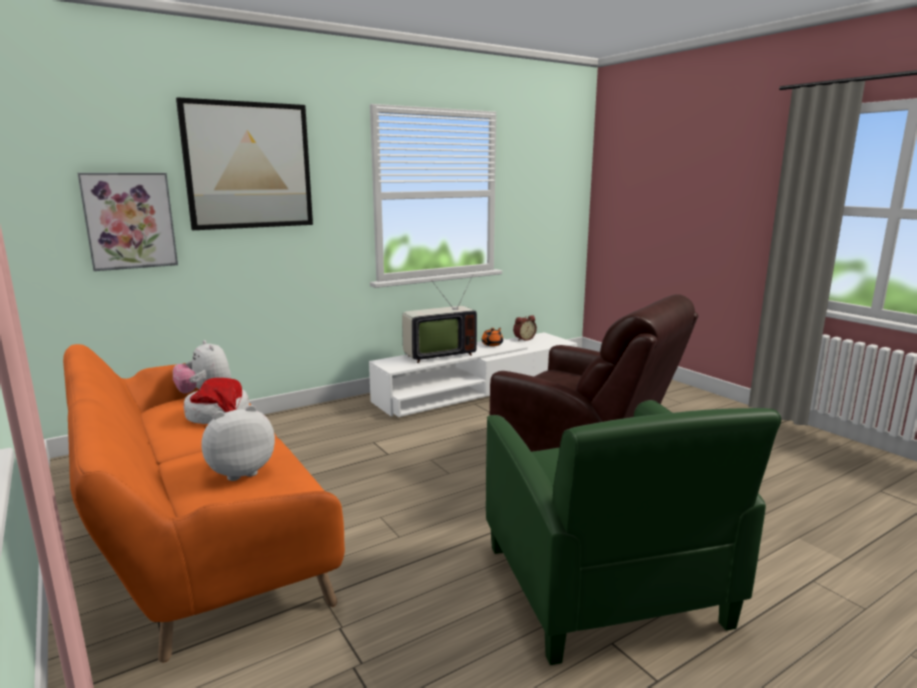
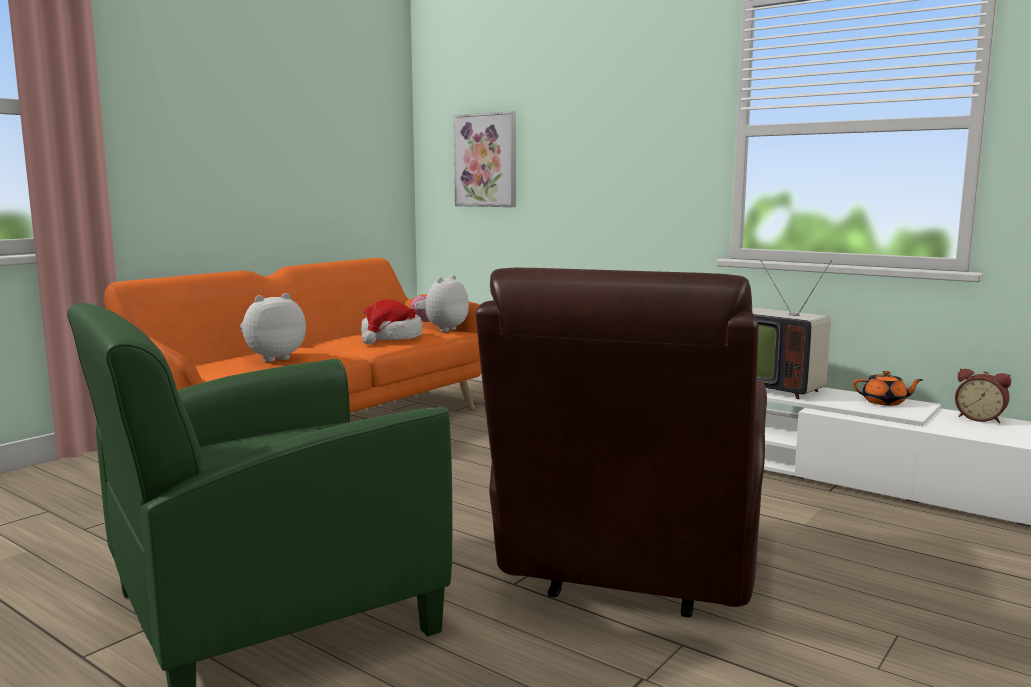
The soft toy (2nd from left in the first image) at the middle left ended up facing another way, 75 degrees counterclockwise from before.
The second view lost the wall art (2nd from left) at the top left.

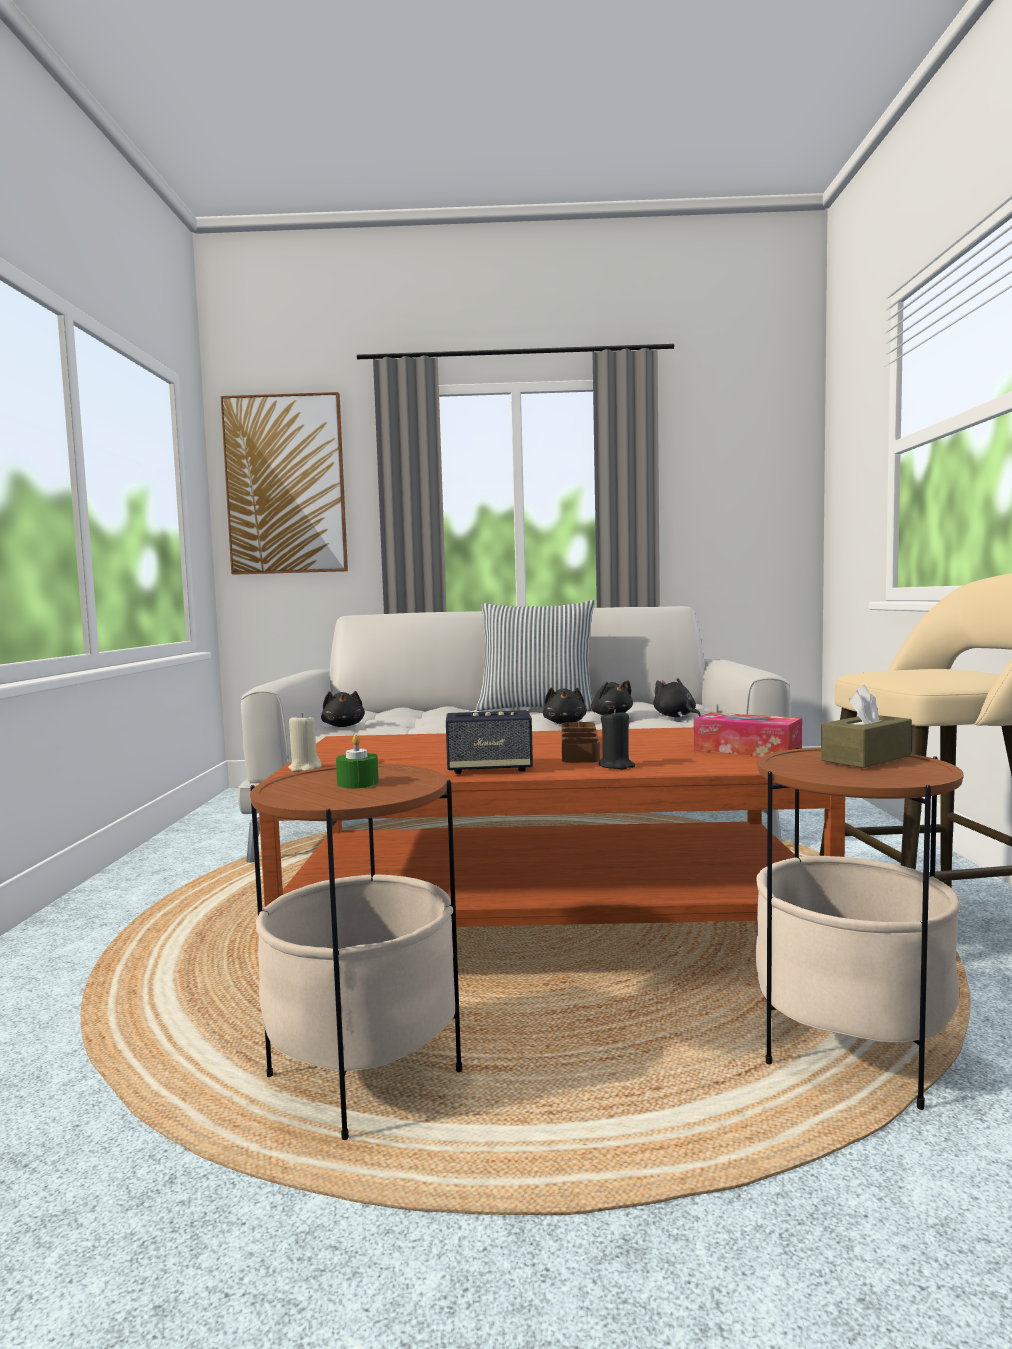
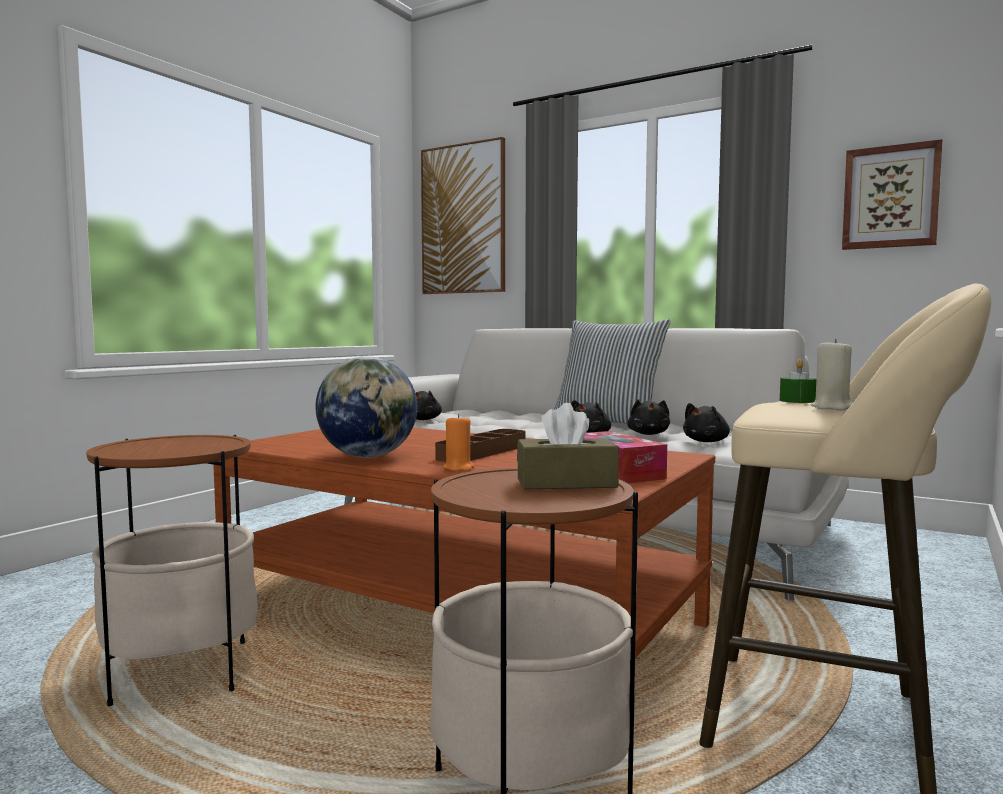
Where the speaker stood at the centre, the world globe came to stand at the centre.
What was the black wax candle at the centre turned into the orange wax candle at the centre.
The black soft toy (4th from left) at the middle right ended up facing another way, 135 degrees counterclockwise from before.
The greenish wax candle ended up elsewhere, having gone from the centre to the middle right.
The beige wax candle ended up elsewhere, having gone from the middle left to the middle right.
The second view gained the wall art (2nd from left) at the top right.

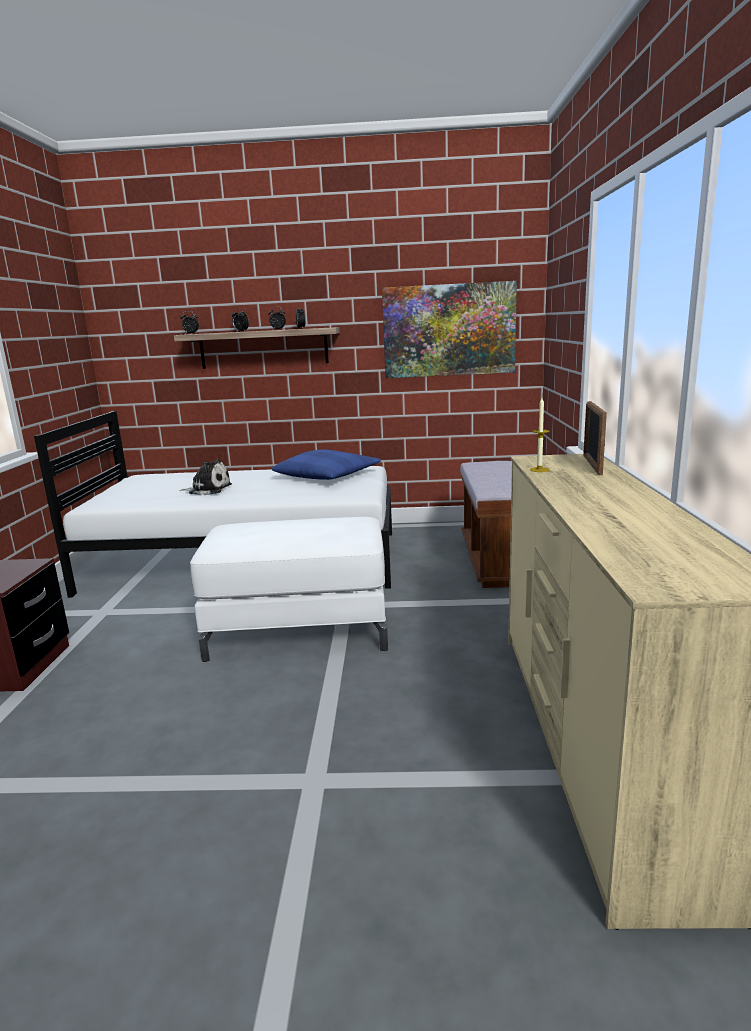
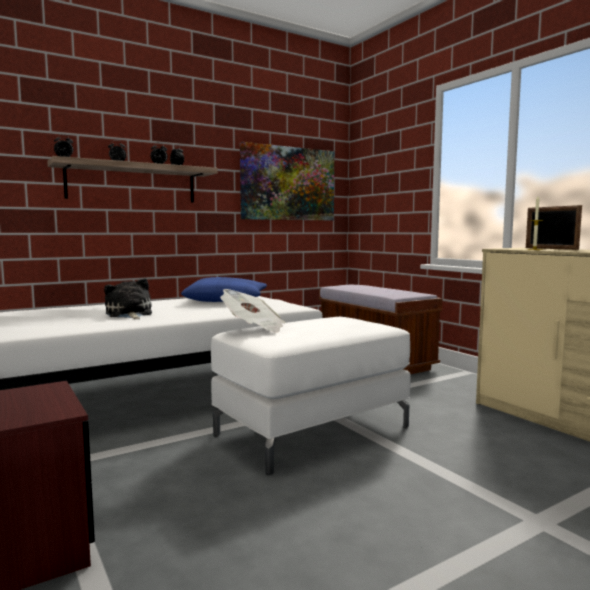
The soft toy at the middle left ended up facing another way, 90 degrees counterclockwise from before.
The second view gained the newspaper at the centre.

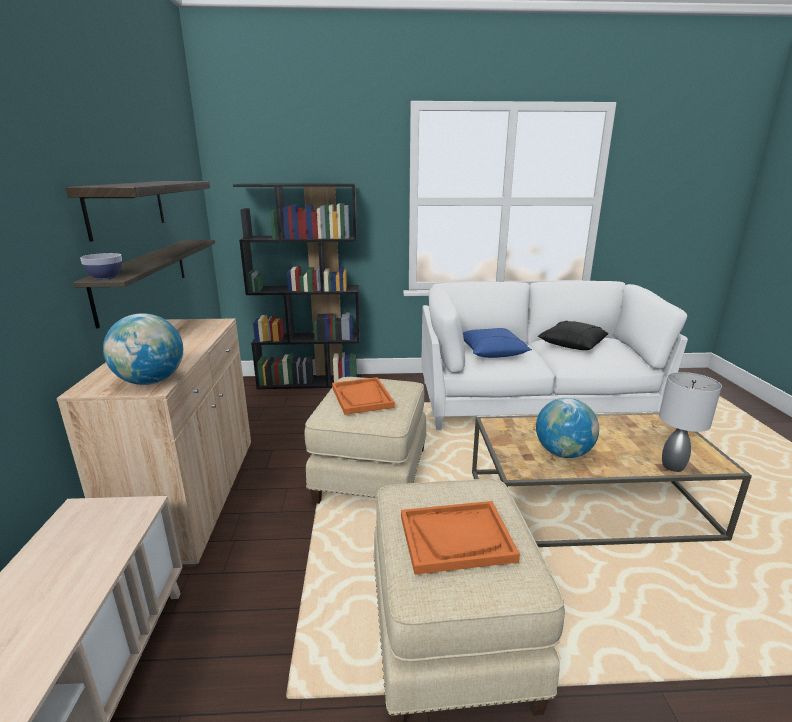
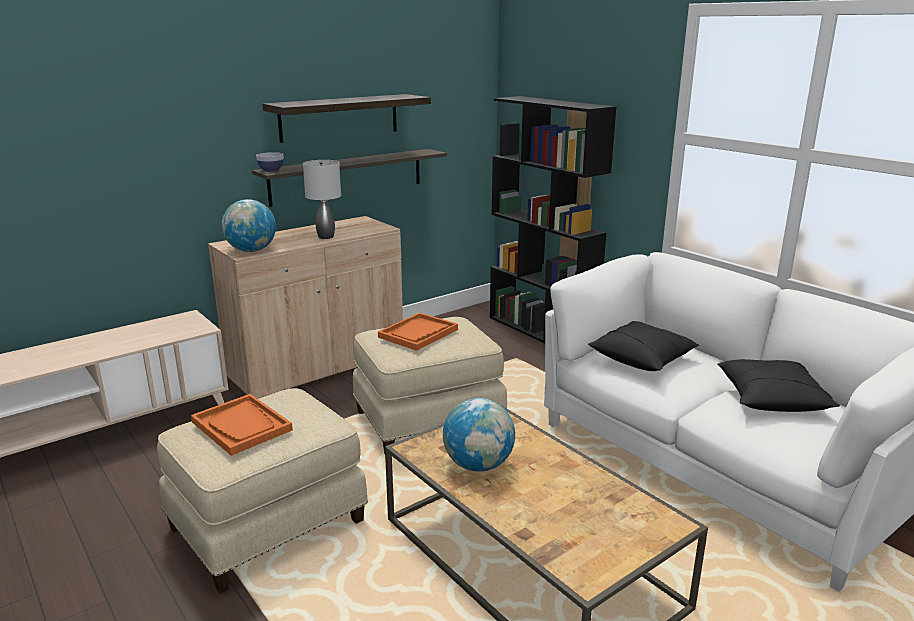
The grey lamp for a table ended up elsewhere, having gone from the middle right to the top centre.
What was the bluish pillow at the centre turned into the black pillow (1st from left) at the middle right.

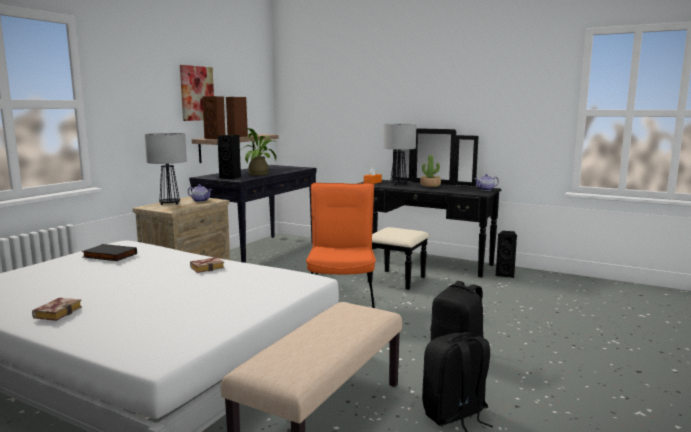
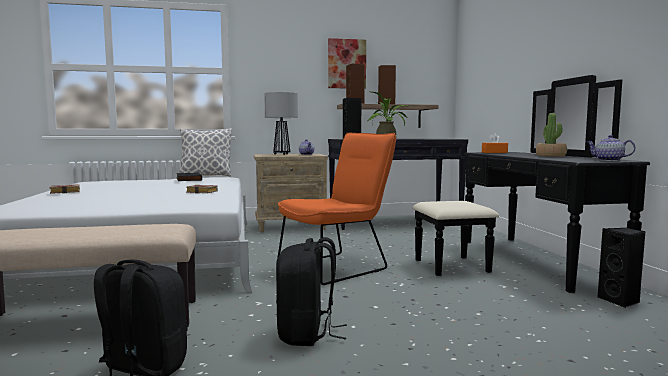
The second view gained the pillow at the middle left.
The second view lost the lamp for a table (2nd from left) at the centre.

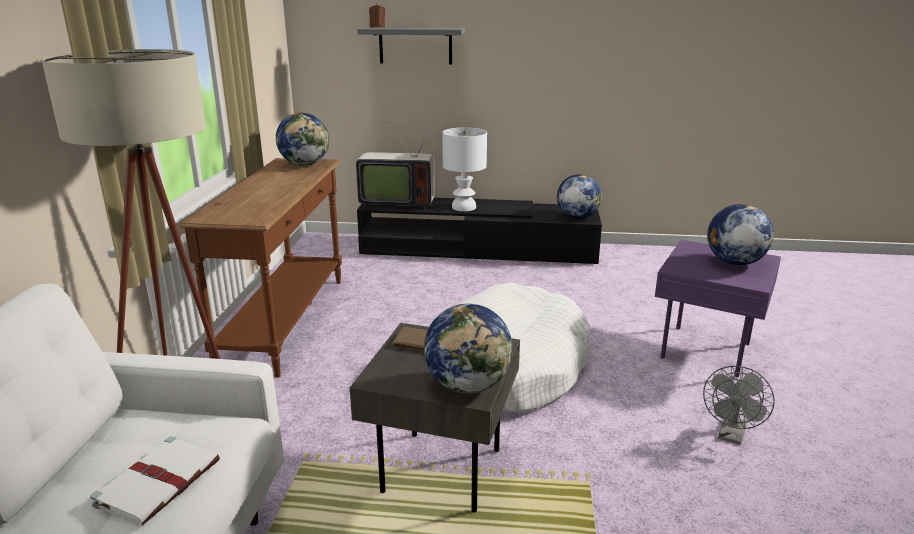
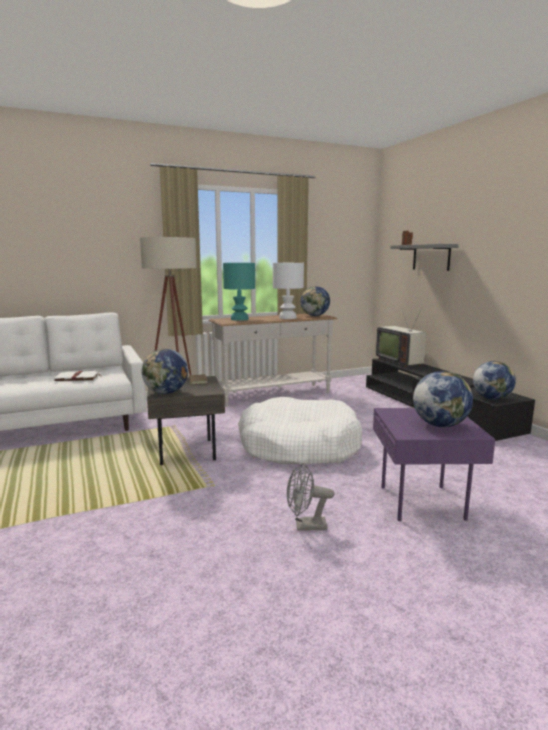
What was the brownish hall table at the middle left turned into the white hall table at the centre.
The second view gained the turquoise-coloured lamp for a table at the centre.
The white lamp for a table ended up elsewhere, having gone from the top centre to the centre.

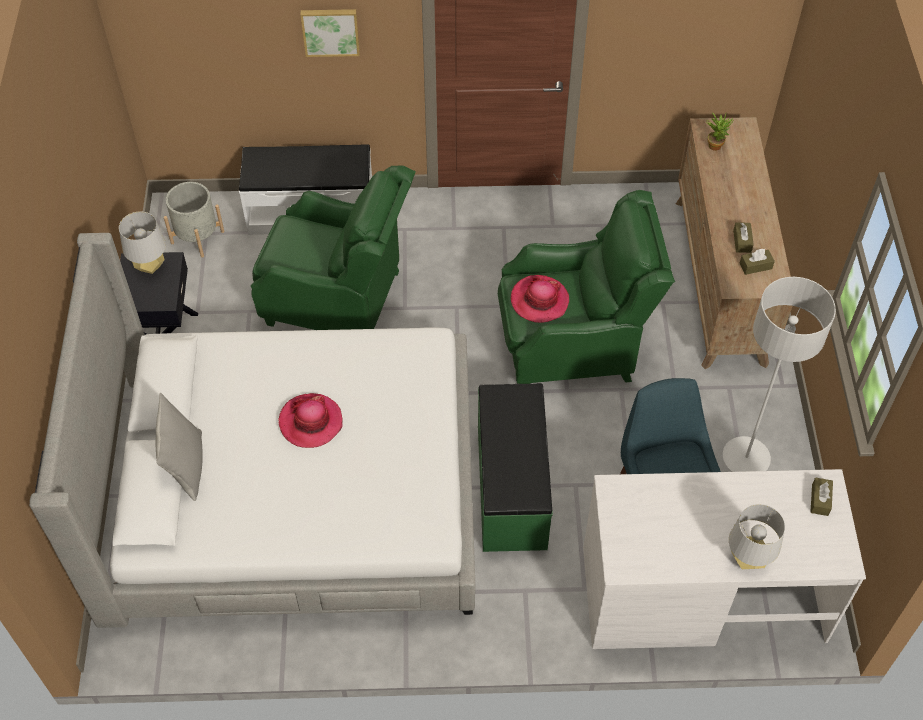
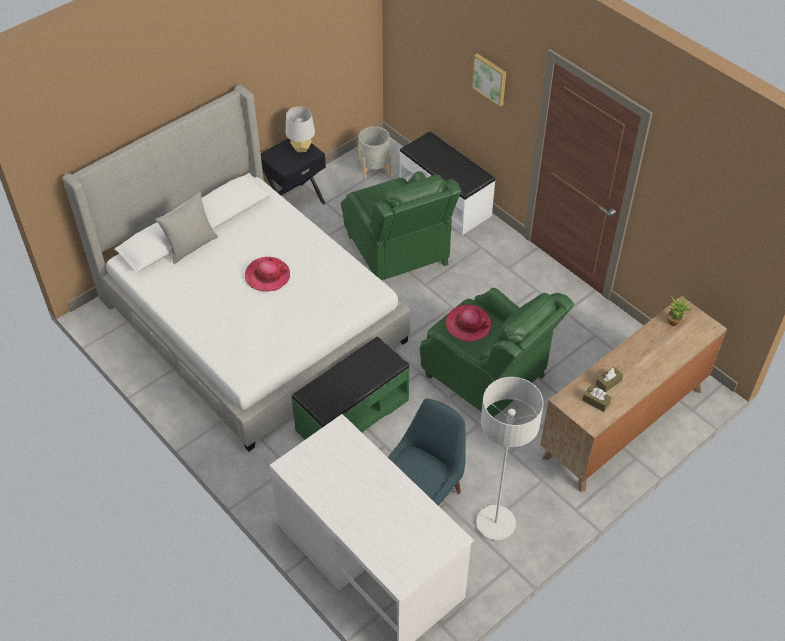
The second view lost the grey lamp for a table (2nd from left) at the bottom right.
The second view lost the brownish box of tissues (3rd from left) at the bottom right.

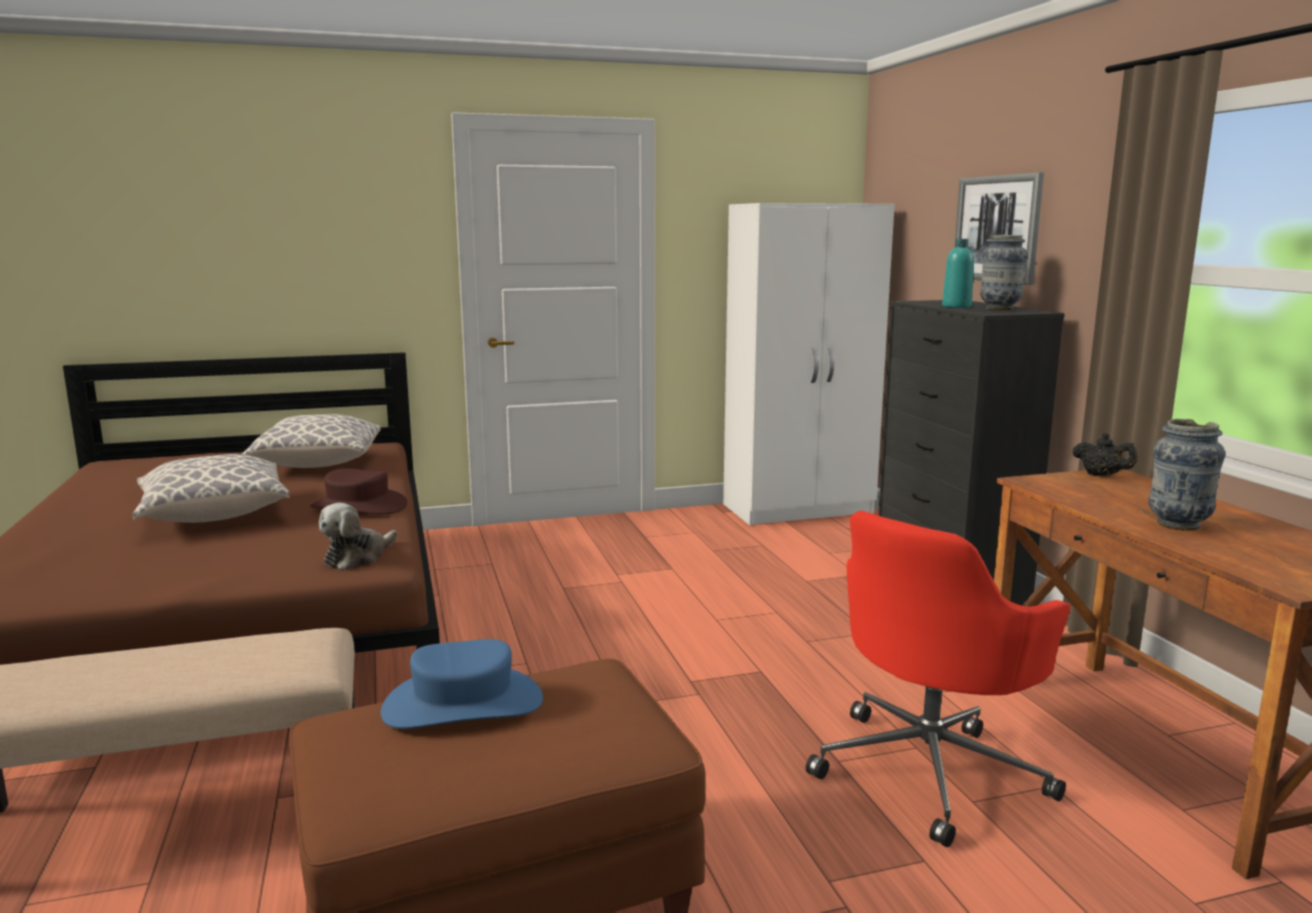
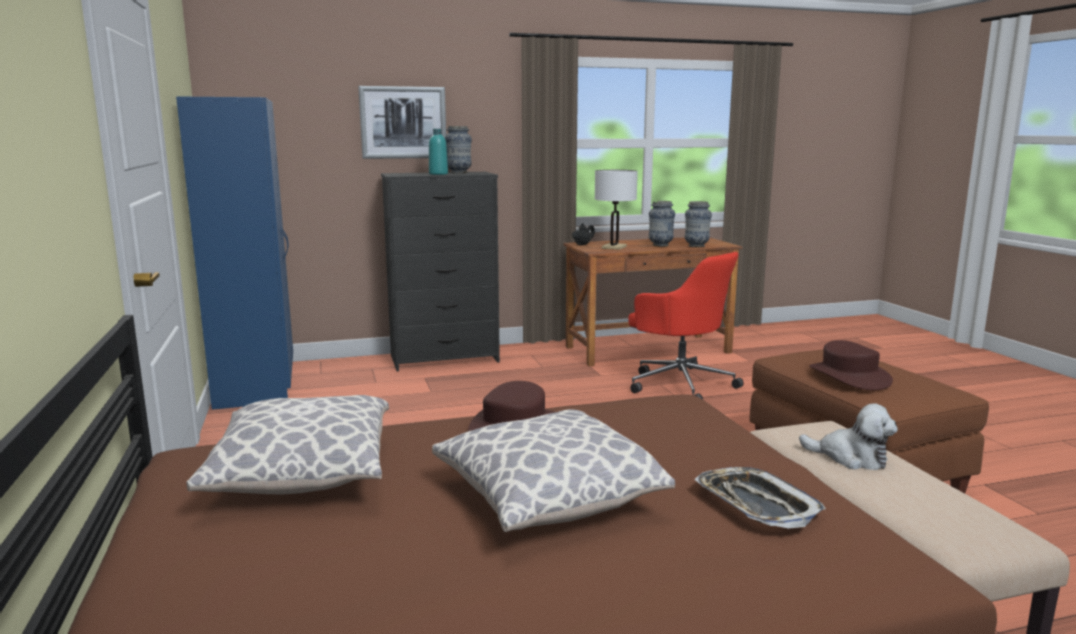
What was the white armoire at the centre turned into the bluish armoire at the middle left.
The second view gained the white lamp for a table at the top centre.
The second view gained the decorative vase (3rd from left) at the centre.
The second view gained the tray at the bottom right.
The soft toy ended up elsewhere, having gone from the middle left to the bottom right.
What was the bluish wearable hat at the bottom centre turned into the brownish wearable hat (2nd from left) at the middle right.

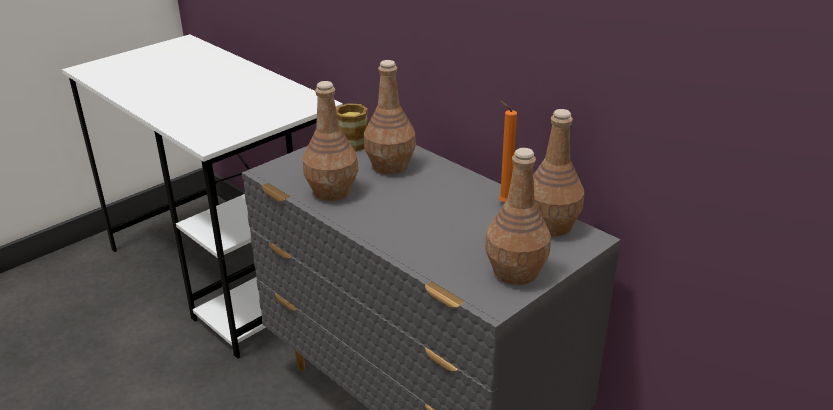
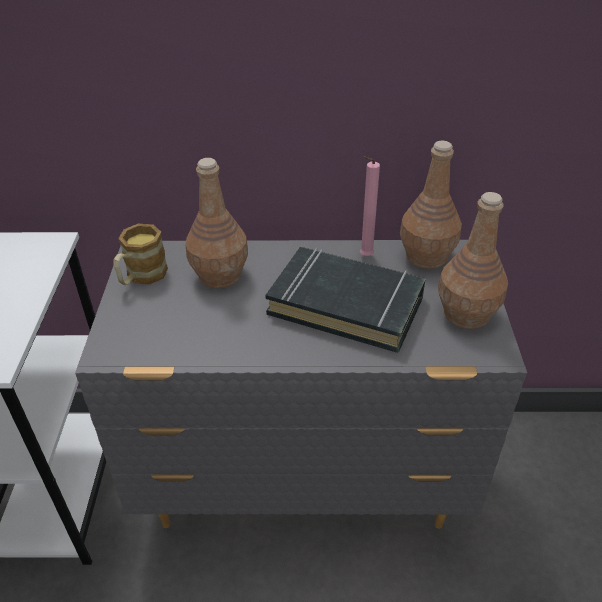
The second view gained the black bound book at the centre.
What was the orange wax candle at the centre turned into the pinkish wax candle at the centre.
The second view lost the brownish drink bottle (1st from left) at the centre.

